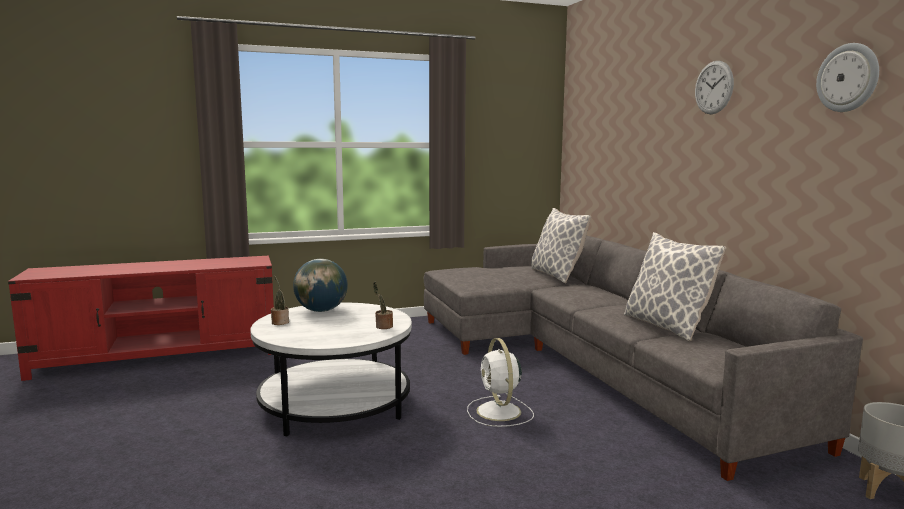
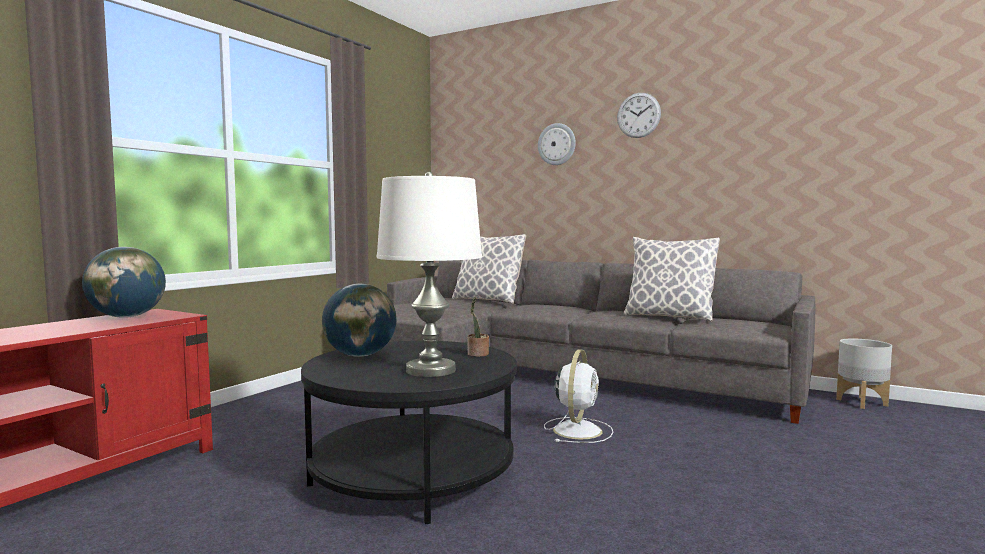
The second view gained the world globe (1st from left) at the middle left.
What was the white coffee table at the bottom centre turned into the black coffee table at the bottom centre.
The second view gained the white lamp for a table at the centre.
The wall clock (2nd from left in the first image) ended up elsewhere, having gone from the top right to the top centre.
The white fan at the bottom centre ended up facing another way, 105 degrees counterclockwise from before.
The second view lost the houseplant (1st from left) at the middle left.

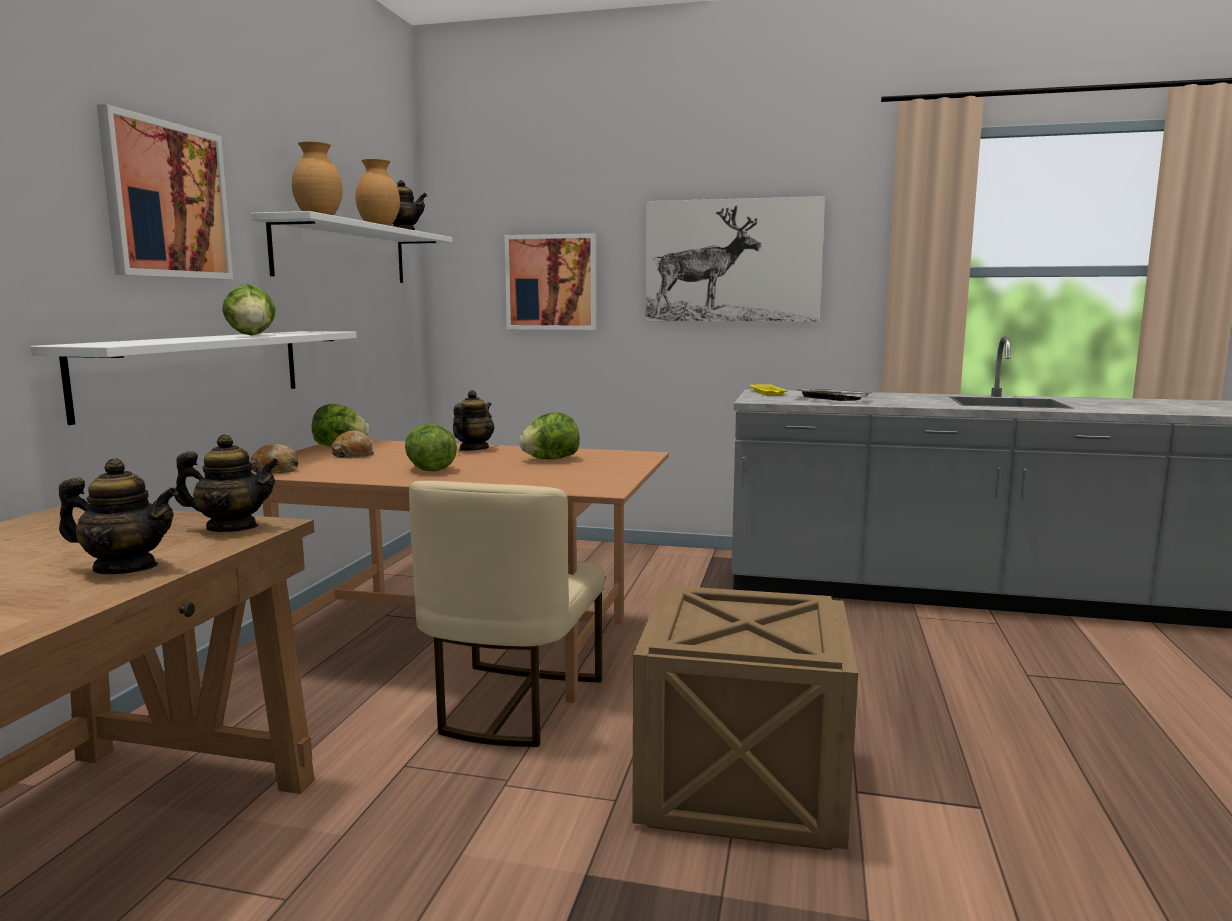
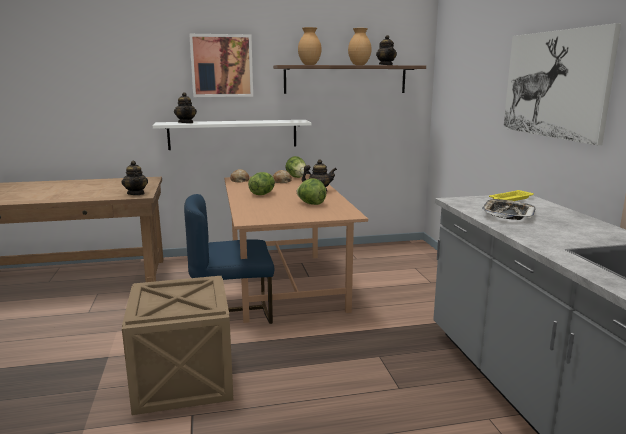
The pot for tea (1st from left in the first image) ended up elsewhere, having gone from the middle left to the top left.
What was the beige plain chair at the bottom centre turned into the bluish plain chair at the centre.
What was the white shelf (2nd from left) at the top left turned into the brownish shelf at the top centre.
The second view lost the head of lettuce (1st from left) at the middle left.
The second view lost the wall art (2nd from left) at the top centre.

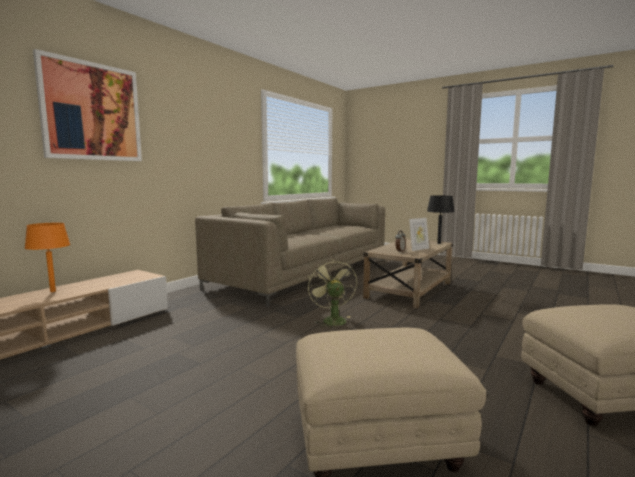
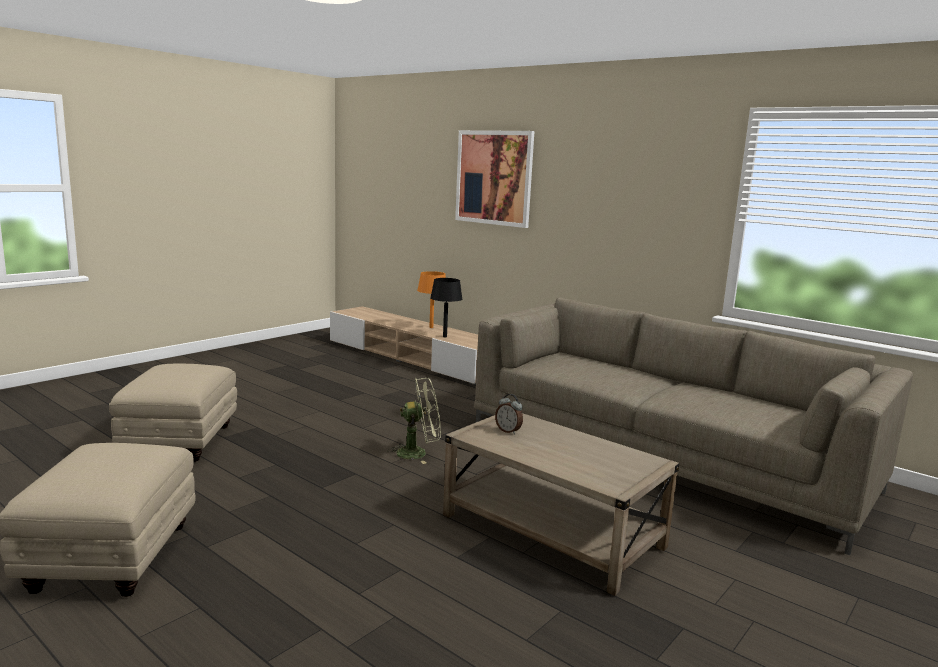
The black lamp for a table ended up elsewhere, having gone from the middle right to the centre.
The second view lost the standing frame at the centre.

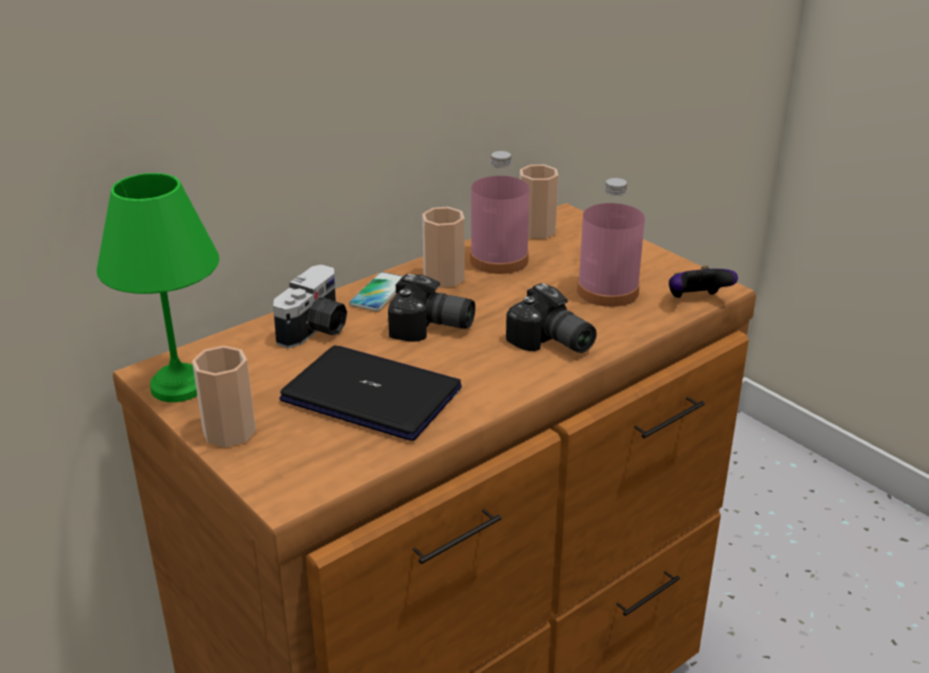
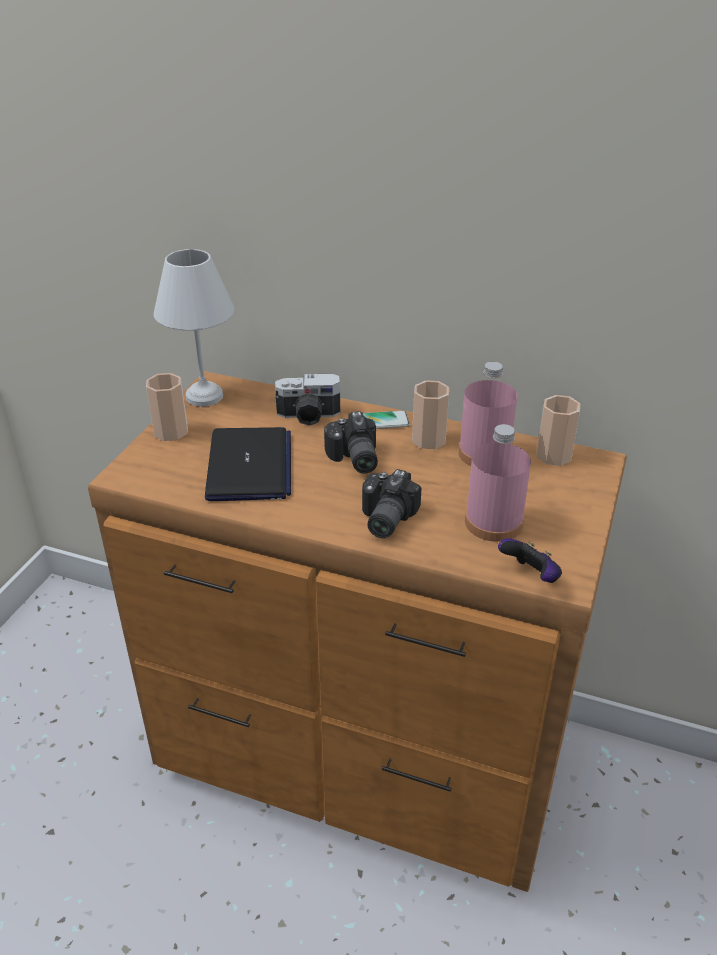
What was the greenish lamp for a table at the middle left turned into the white lamp for a table at the middle left.

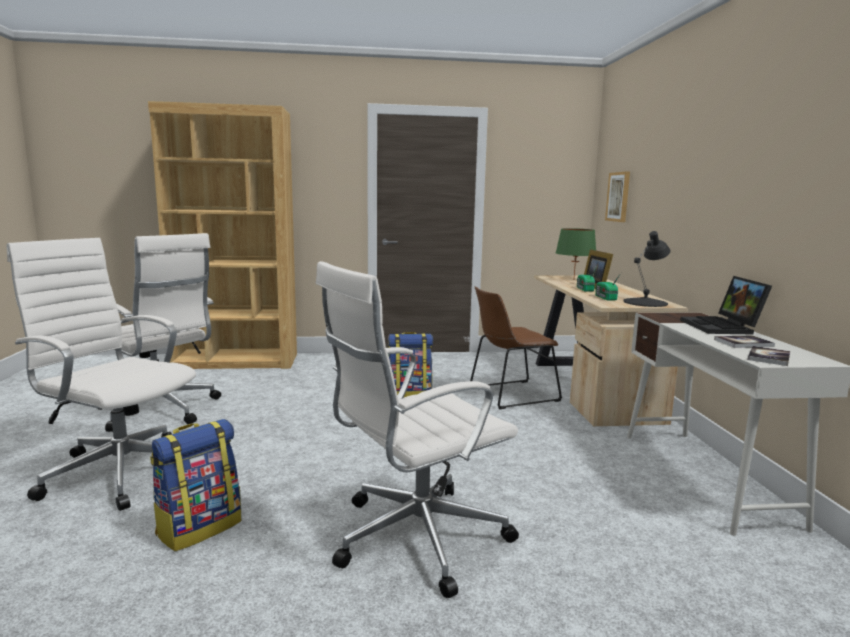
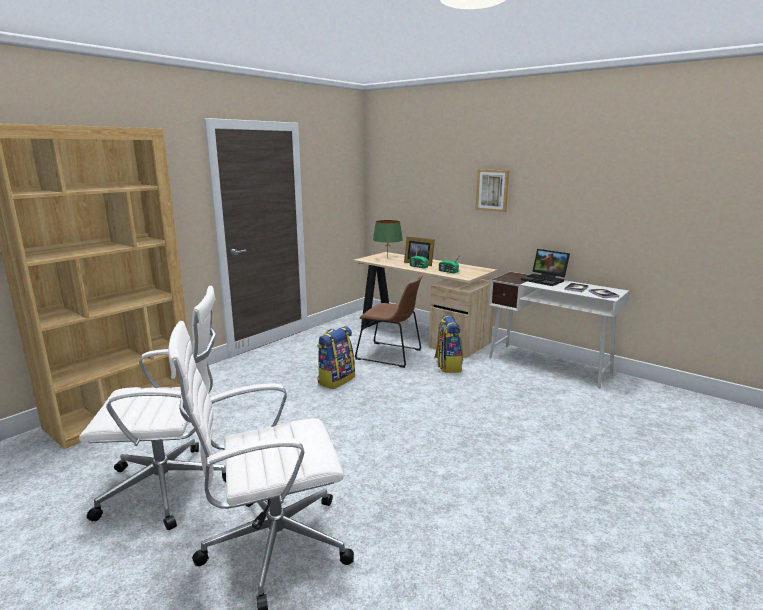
The brownish plain chair at the centre ended up facing another way, 90 degrees counterclockwise from before.
The rucksack (1st from left in the first image) ended up elsewhere, having gone from the bottom left to the centre.
The wall art ended up elsewhere, having gone from the top right to the top centre.
The second view lost the white computer chair (3rd from left) at the bottom centre.
The second view lost the black lamp for a table at the middle right.

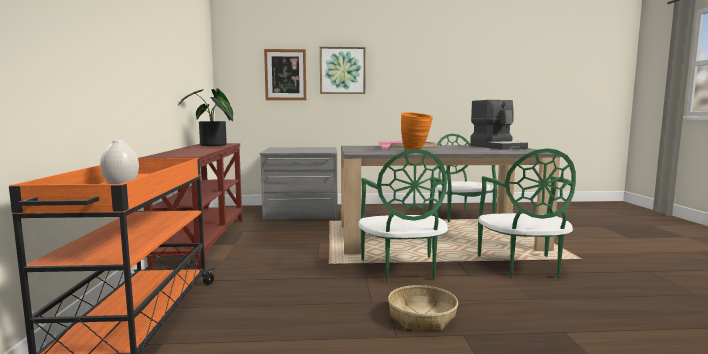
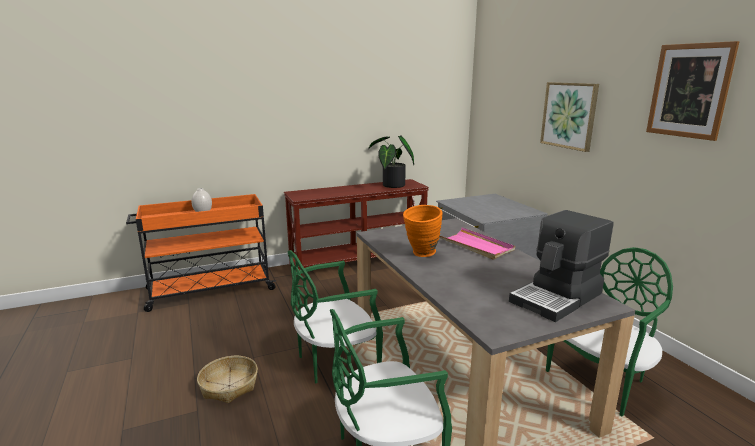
The wall art (1st from left in the first image) ended up elsewhere, having gone from the top centre to the top right.

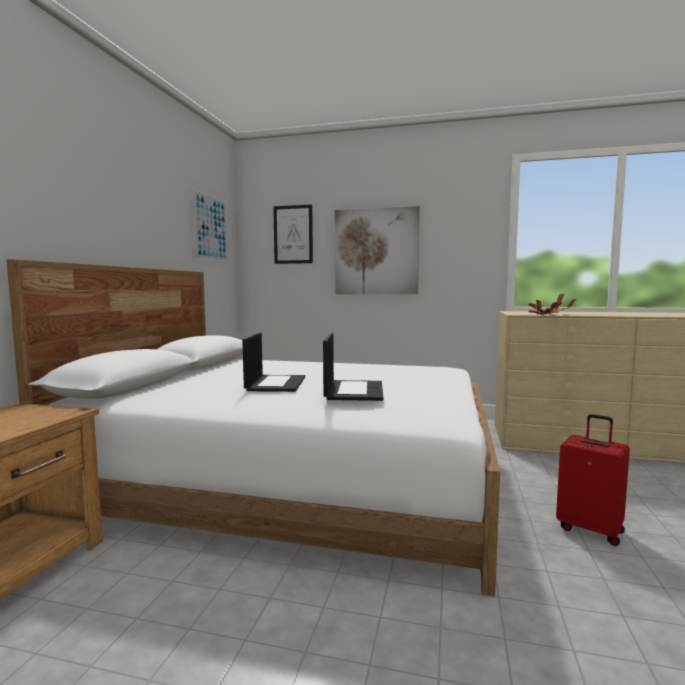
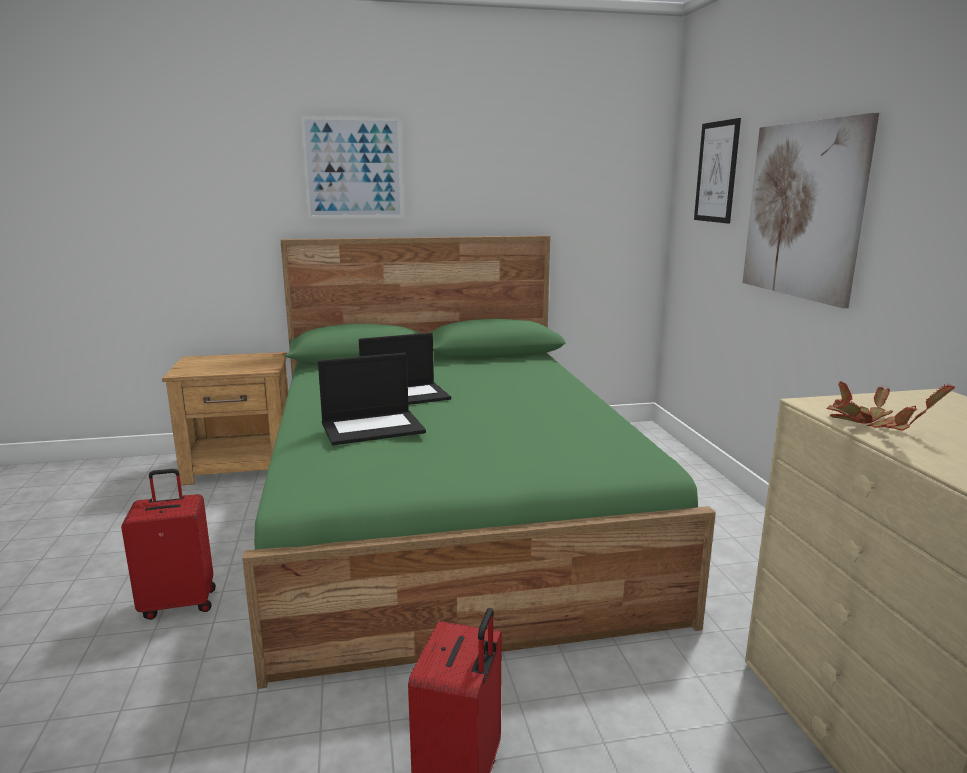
The second view gained the reddish travel case (1st from left) at the bottom left.
What was the white bed at the centre turned into the greenish bed at the centre.
The wall art (1st from left) ended up elsewhere, having gone from the top left to the top centre.

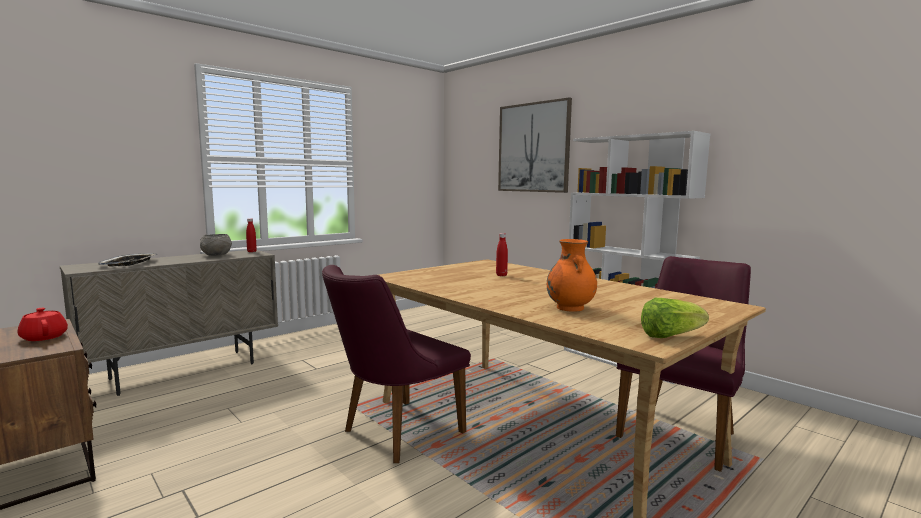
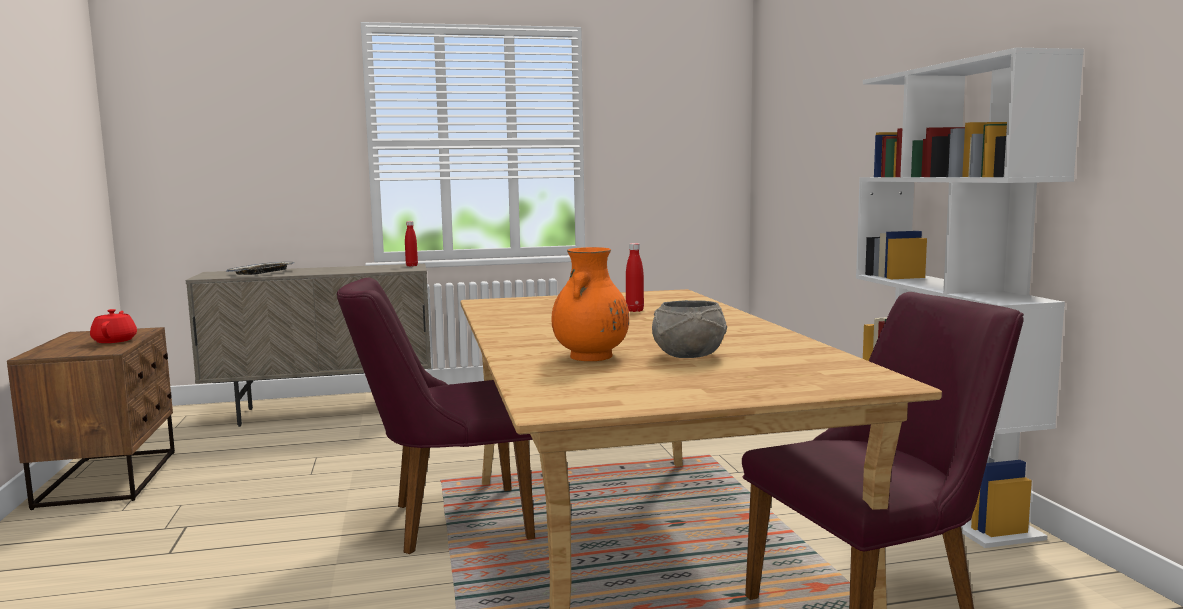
The grey deep dish ended up elsewhere, having gone from the middle left to the centre.
The second view lost the wall art at the top centre.
The second view lost the head of lettuce at the middle right.

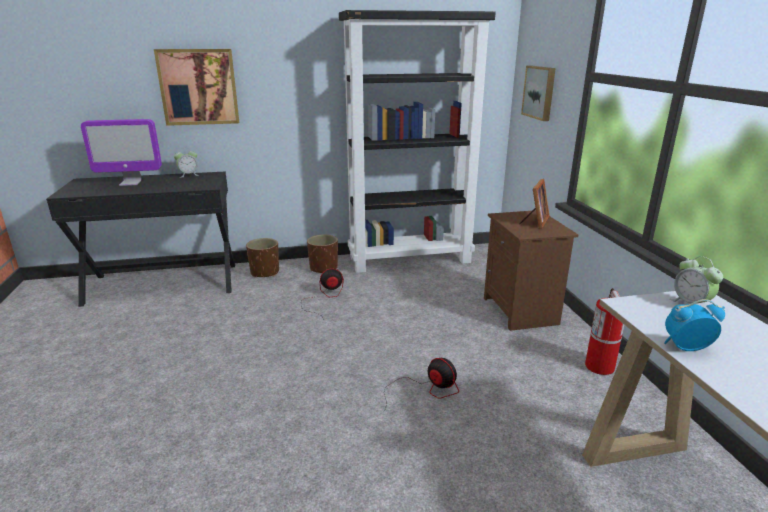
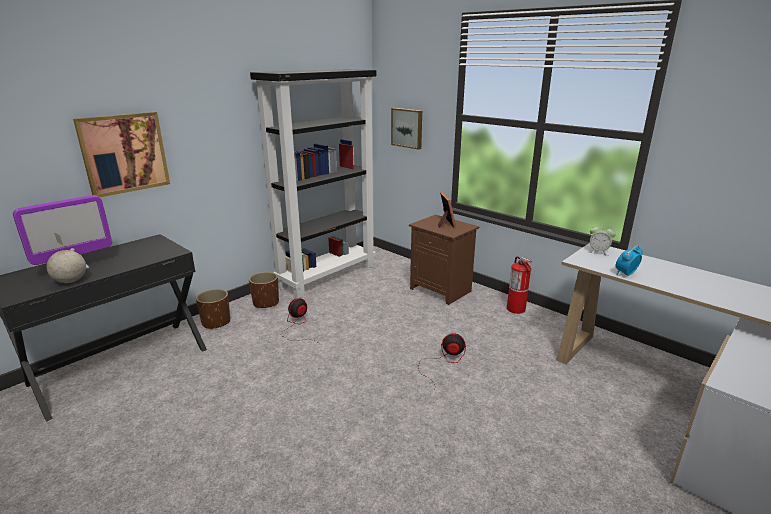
The second view gained the world globe at the middle left.
The second view lost the bedside clock (1st from left) at the top left.

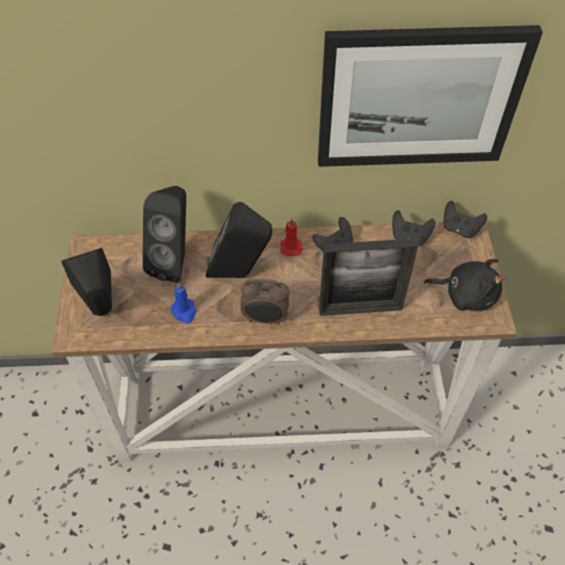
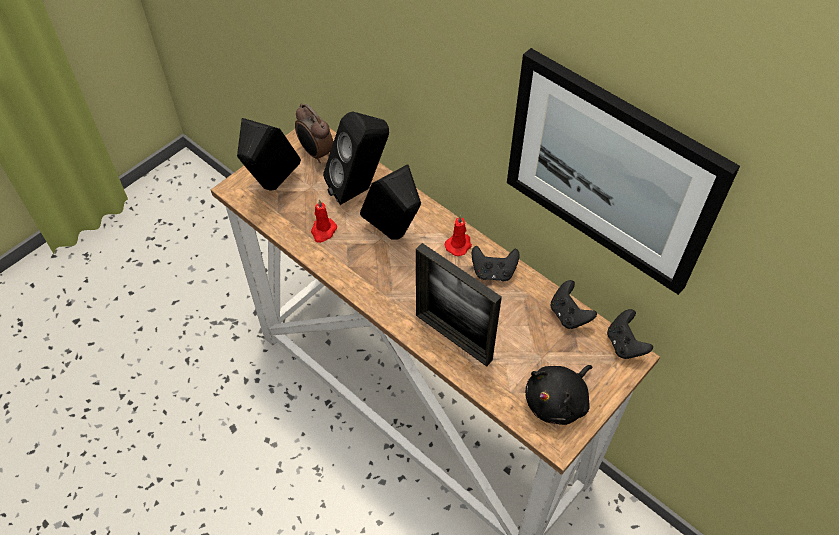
The bedside clock ended up elsewhere, having gone from the centre to the top centre.
What was the bluish wax candle at the middle left turned into the reddish wax candle (1st from left) at the centre.
The black soft toy at the middle right ended up facing another way, 75 degrees clockwise from before.

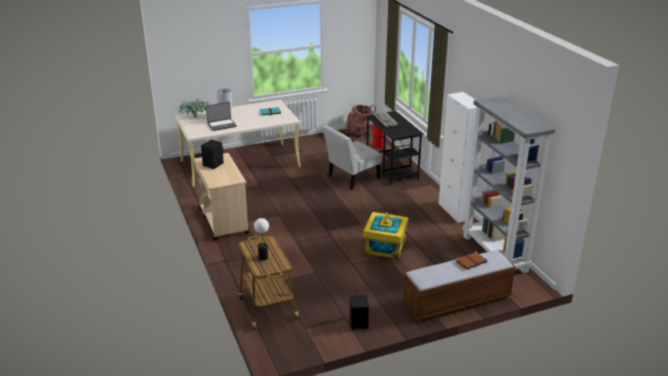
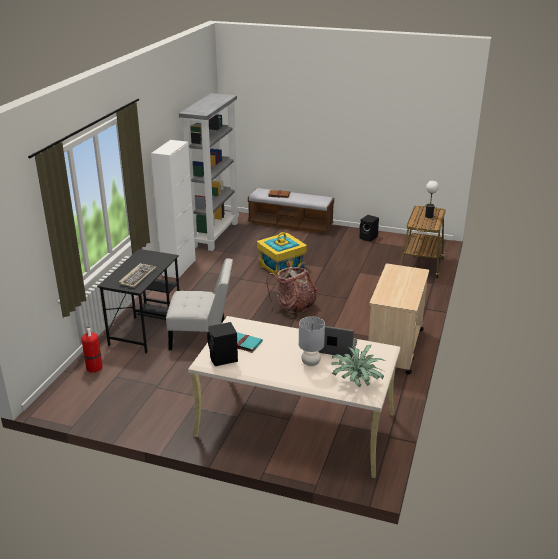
The black speaker (1st from left) ended up elsewhere, having gone from the middle left to the centre.
The rucksack ended up elsewhere, having gone from the top centre to the centre.

